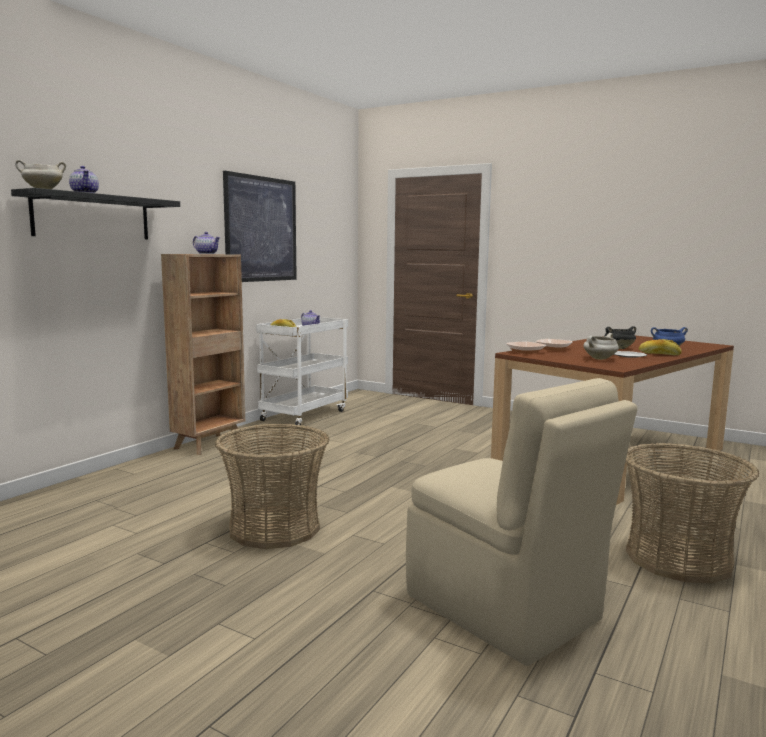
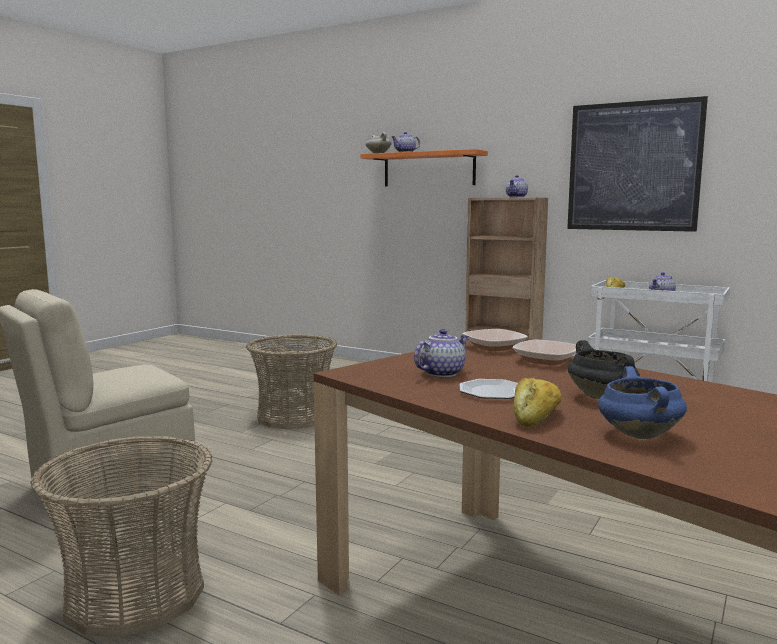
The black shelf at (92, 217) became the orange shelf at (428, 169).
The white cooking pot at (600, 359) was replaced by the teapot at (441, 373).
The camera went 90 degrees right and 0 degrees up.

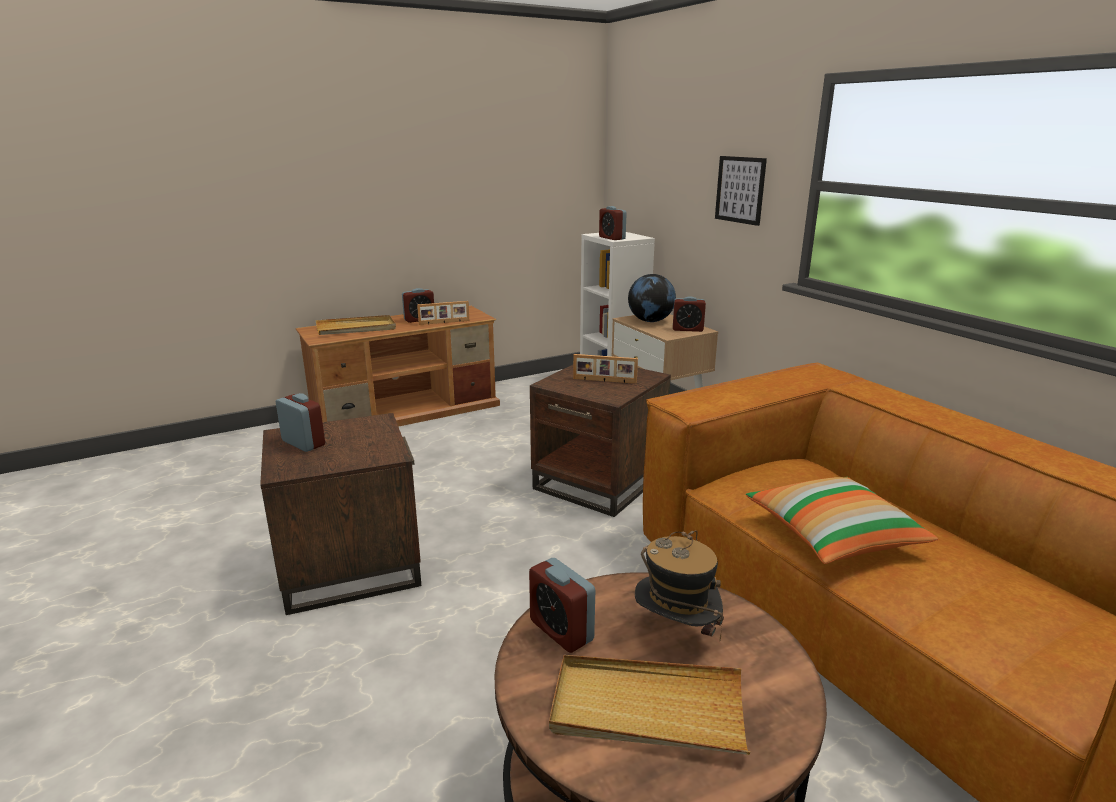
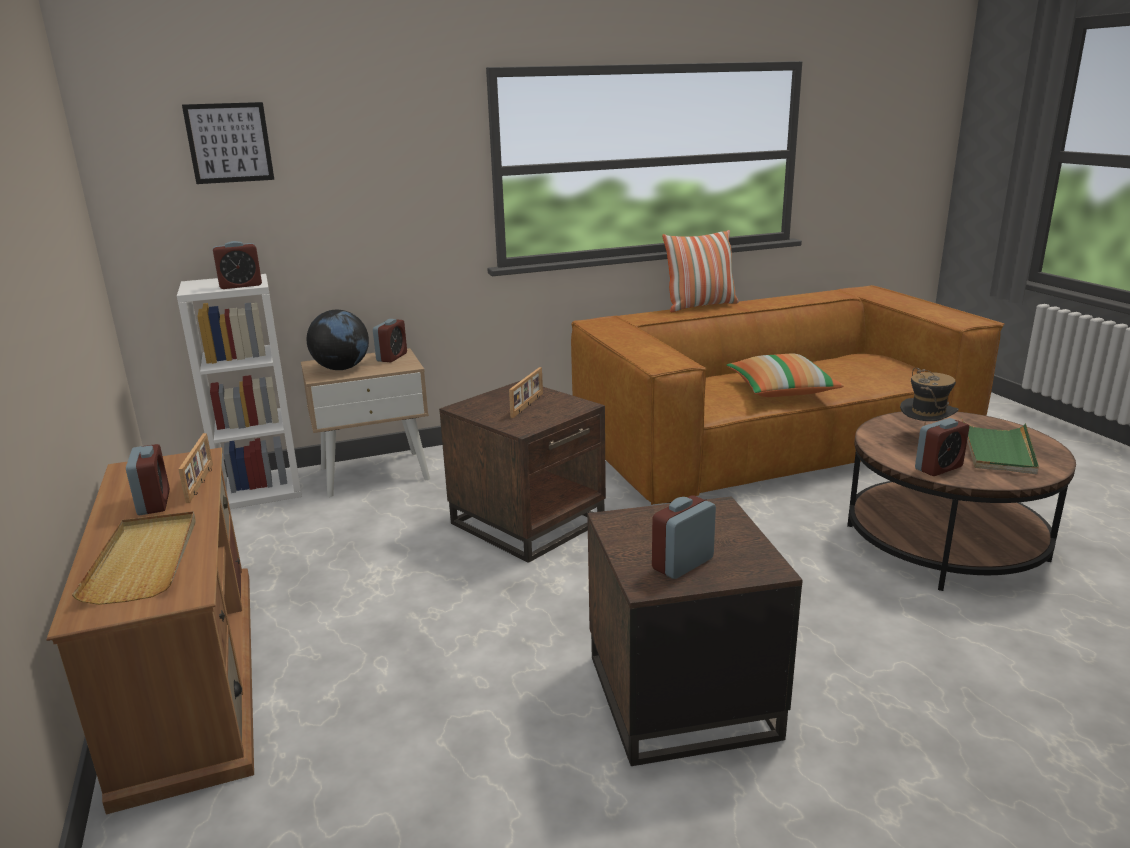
The picture moved from (740, 190) to (229, 143).
The beige tray at (647, 709) became the green tray at (998, 450).
The pillow at (700, 306) appeared.
The camera went 80 degrees left and 0 degrees up.

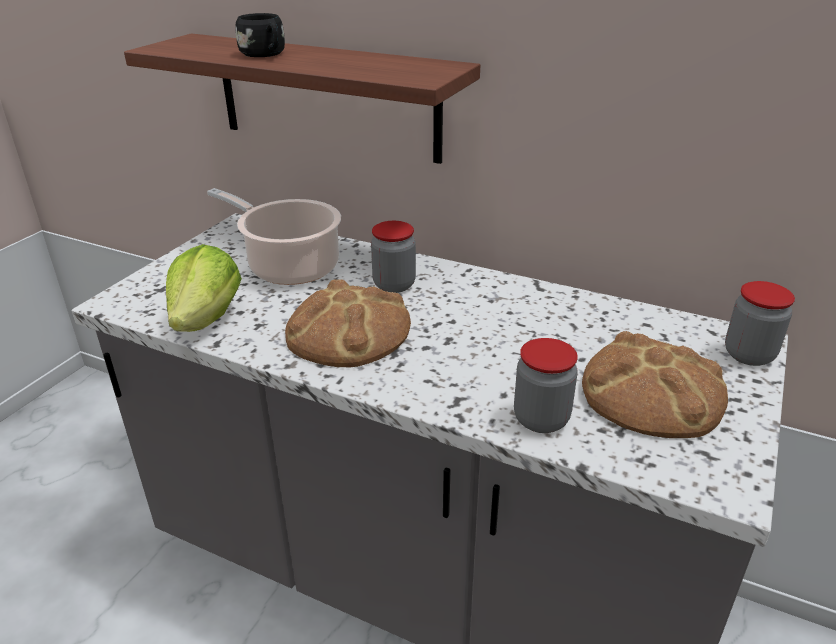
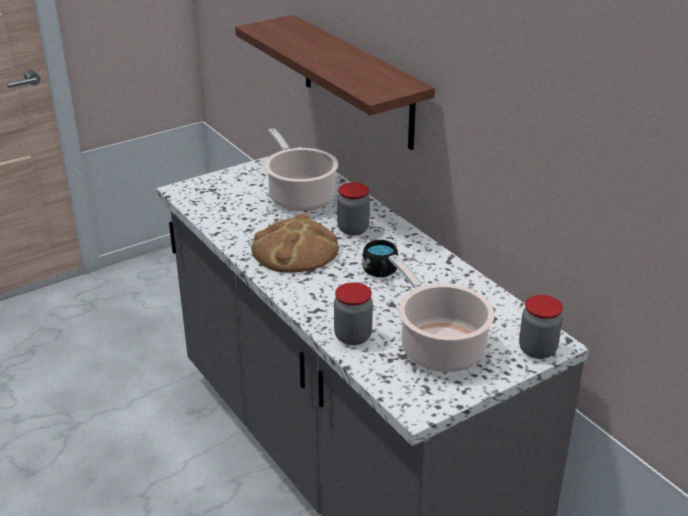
The black mug moved from (265, 54) to (380, 272).
The lettuce at (207, 318) disappeared.
The bread at (652, 392) was replaced by the cooking pot at (439, 347).
The camera went 30 degrees right and 0 degrees up.

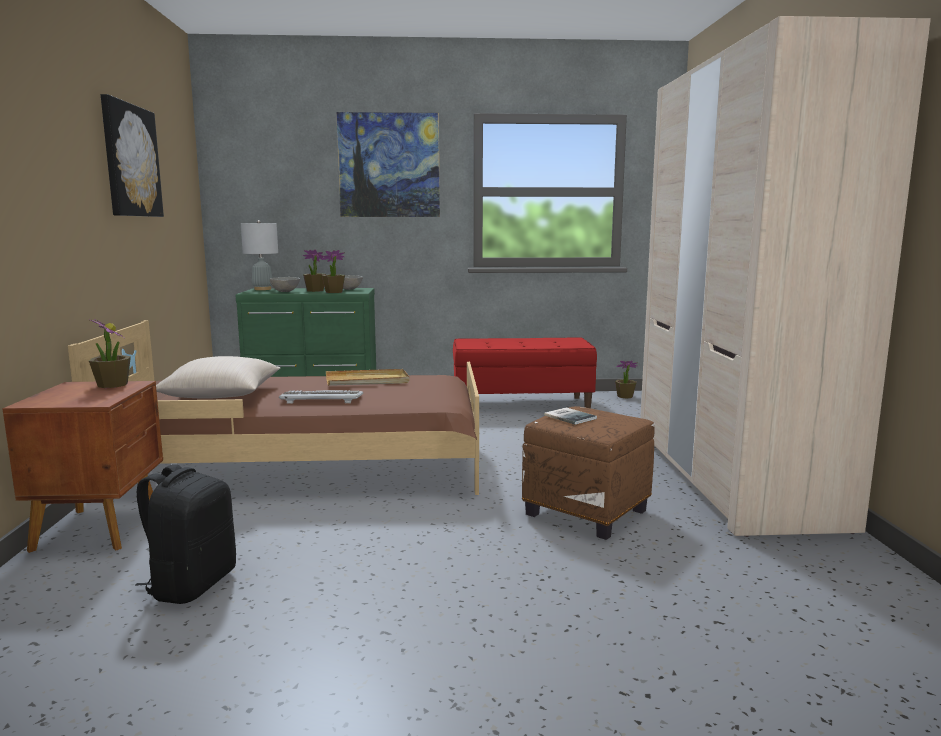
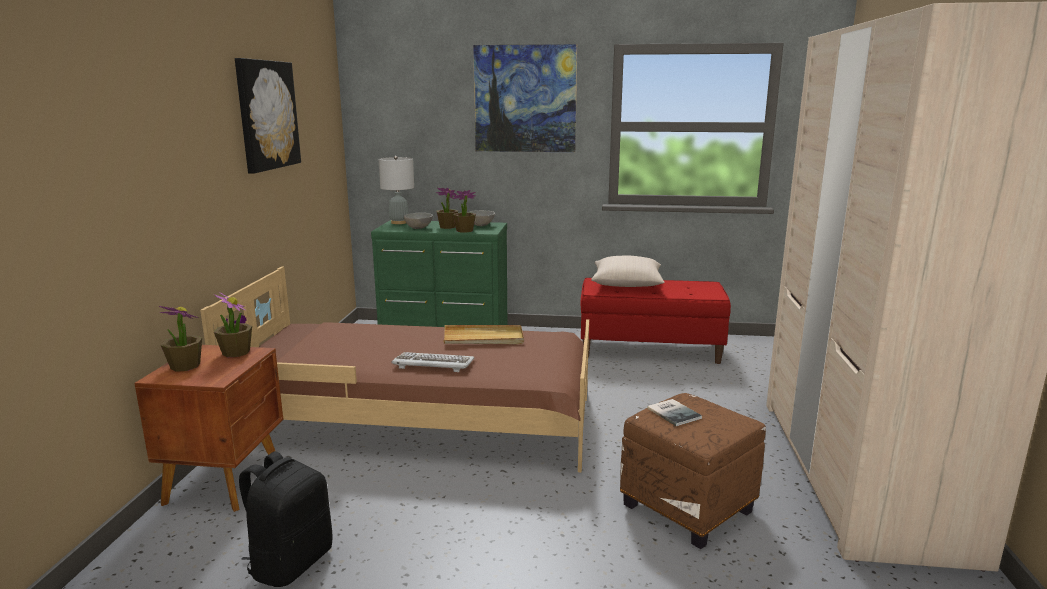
The beige pillow moved from (222, 396) to (626, 284).
The potted plant moved from (625, 396) to (185, 366).
The camera went 10 degrees right and 5 degrees up.

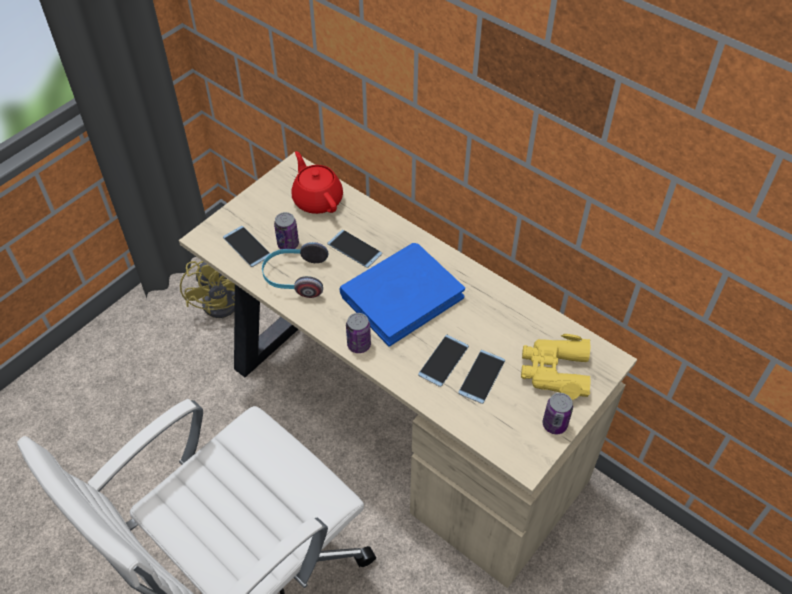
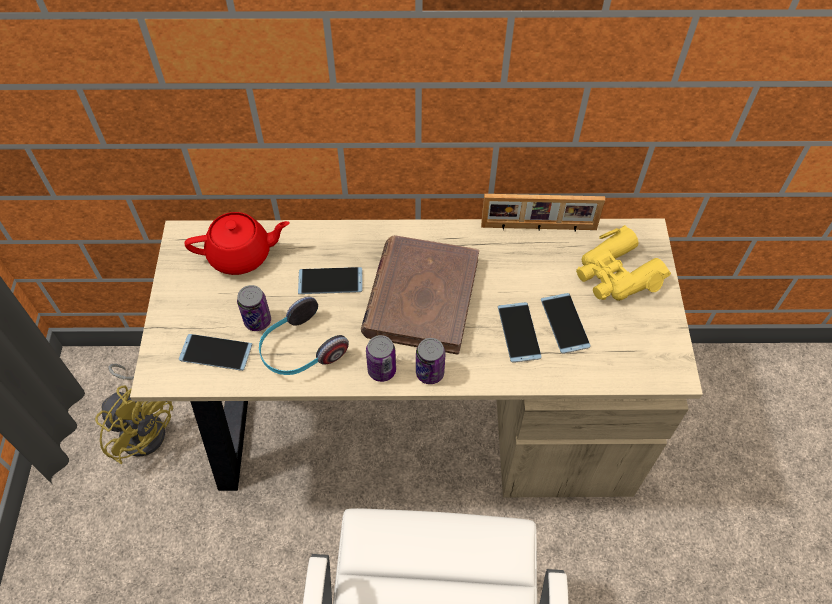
The red teapot at (317, 199) turned 150 degrees clockwise.
The blue book at (401, 296) became the brown book at (421, 297).
The can moved from (554, 424) to (382, 370).
The picture frame at (538, 228) appeared.
The camera went 40 degrees left and 5 degrees up.

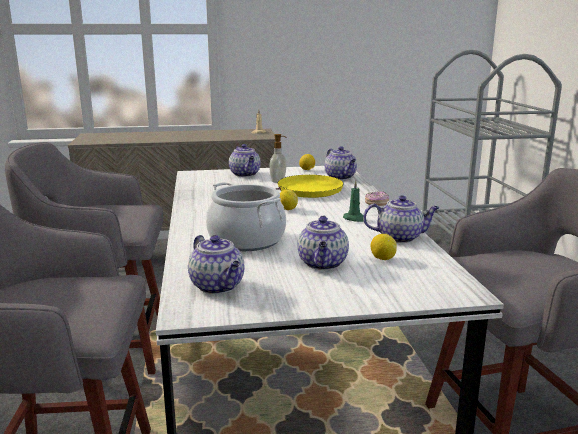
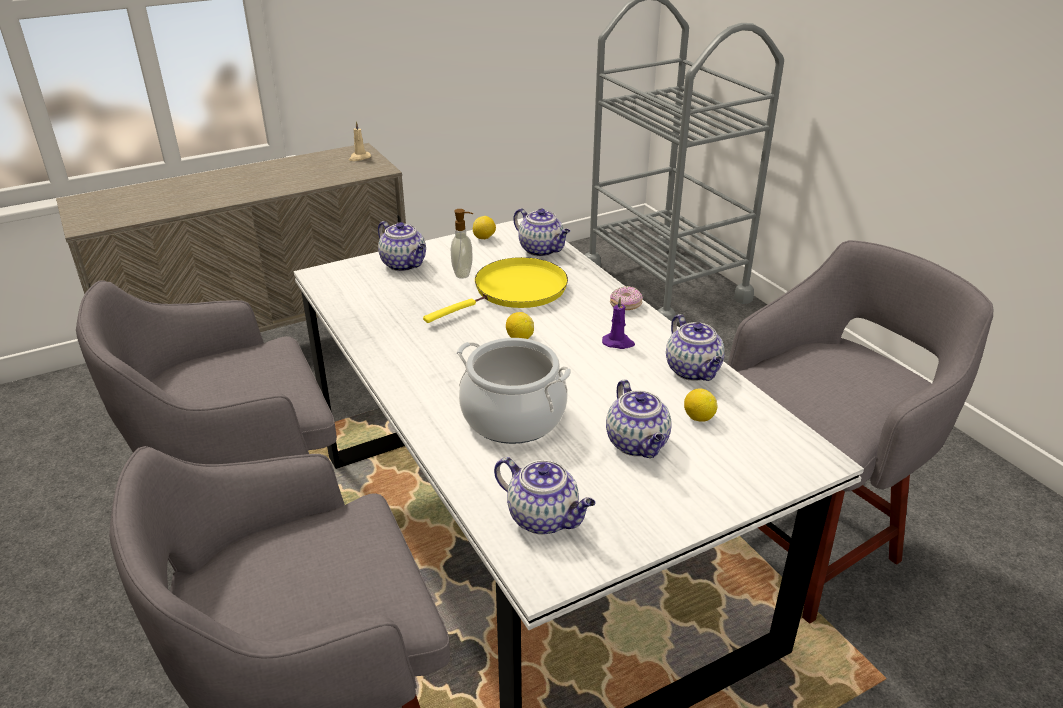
The green candle at (355, 219) became the purple candle at (618, 343).
The teapot at (400, 237) turned 90 degrees clockwise.
The camera went 20 degrees left and 15 degrees up.

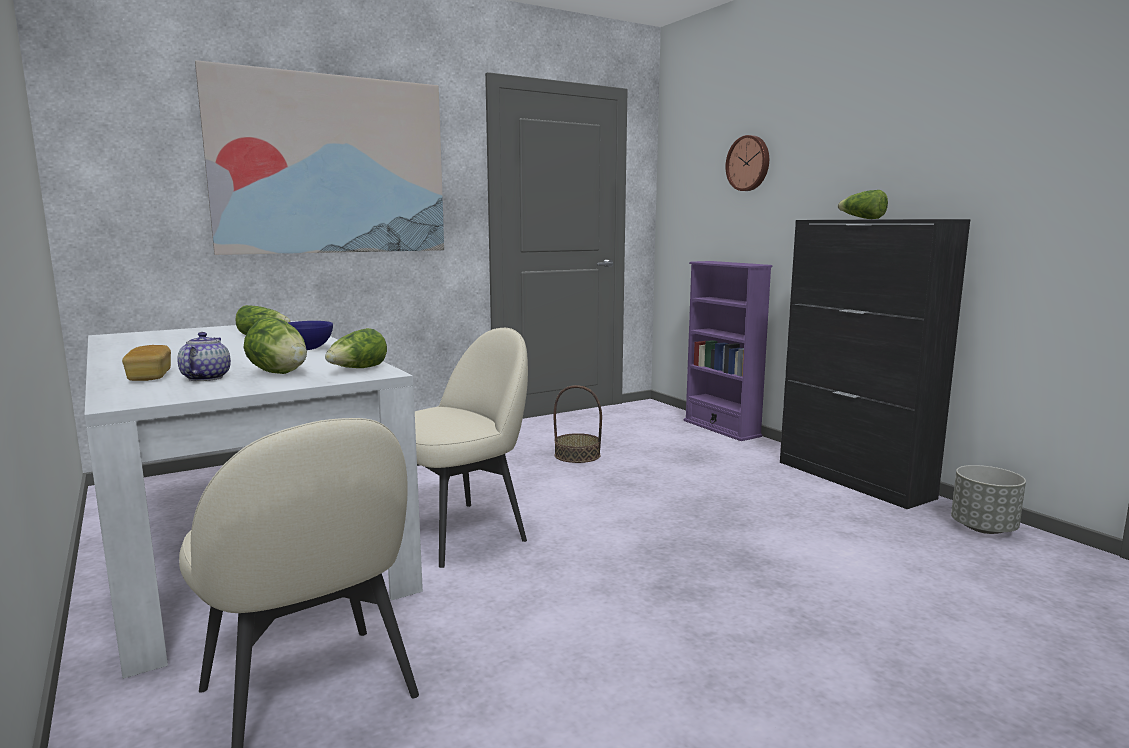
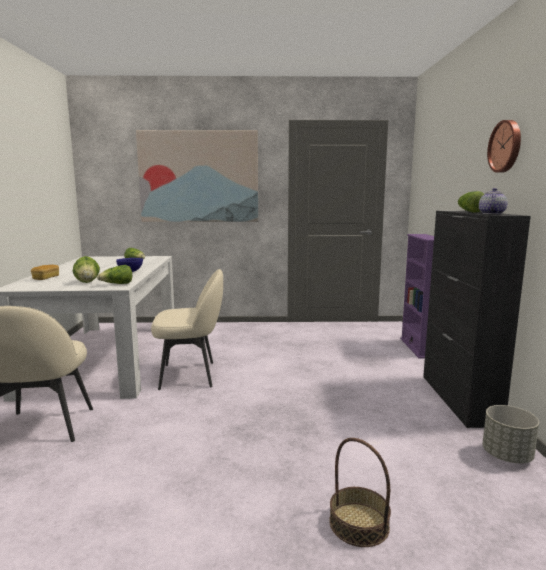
The wall clock moved from (749, 163) to (506, 146).
The teapot moved from (205, 378) to (491, 214).
The basket moved from (577, 455) to (359, 524).
The camera went 30 degrees right and 0 degrees up.

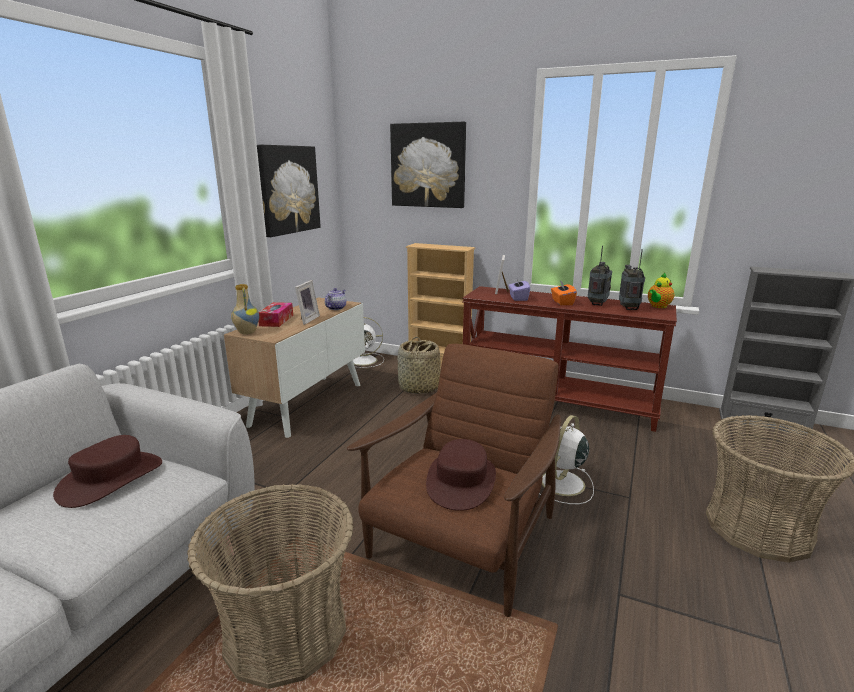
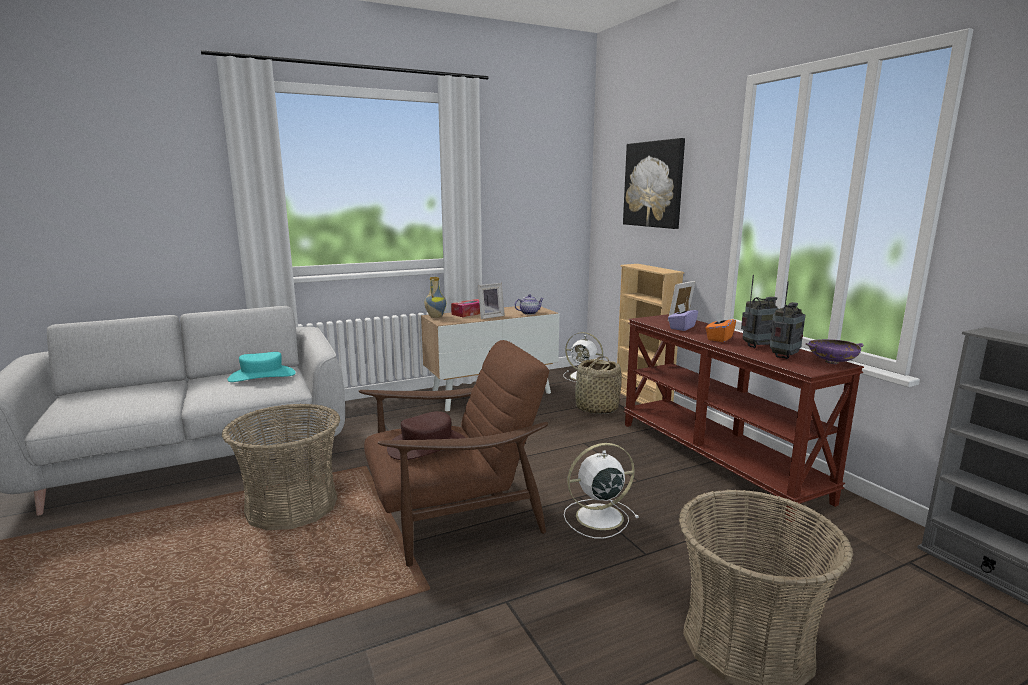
The picture at (289, 190) disappeared.
The teapot at (658, 306) was replaced by the purple bowl at (831, 362).
The brown hat at (111, 478) became the turquoise hat at (262, 376).
The camera went 40 degrees right and 5 degrees down.

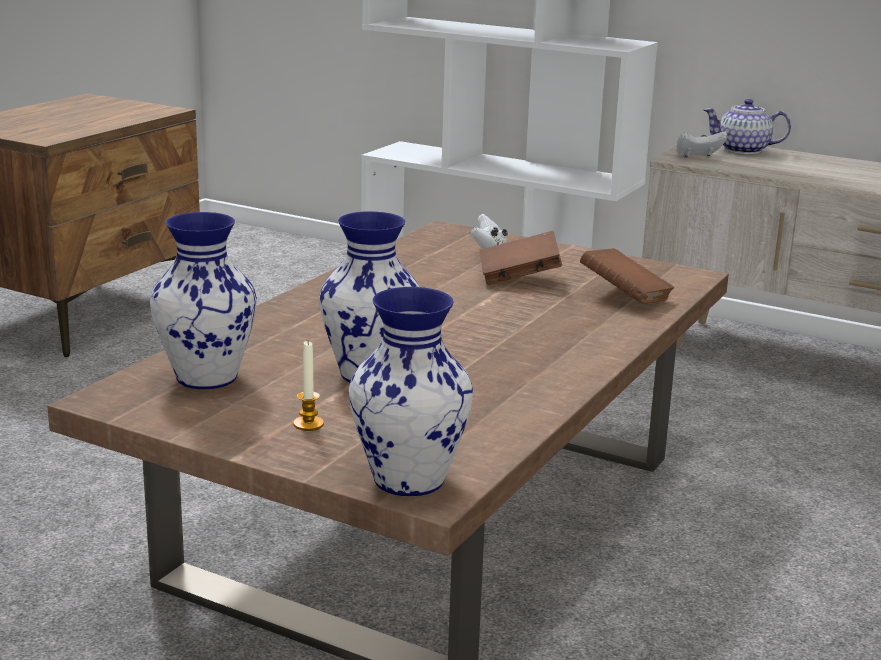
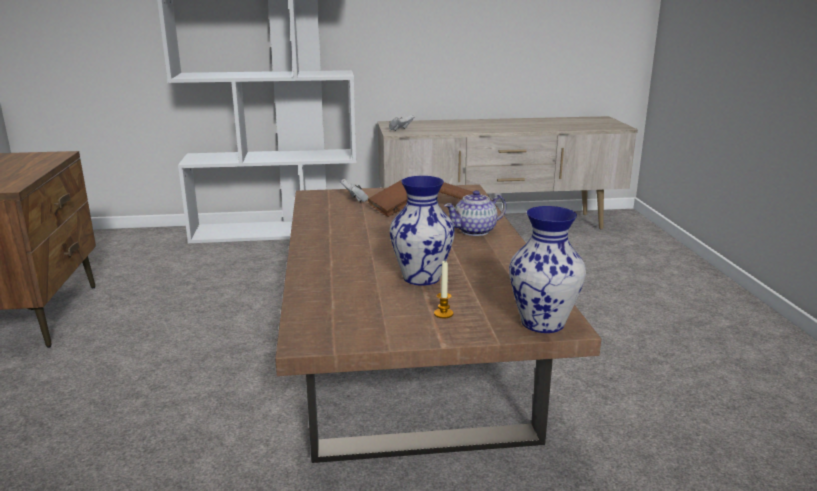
The teapot moved from (743, 150) to (475, 231).
The vase at (205, 377) disappeared.
The camera went 35 degrees left and 0 degrees up.

